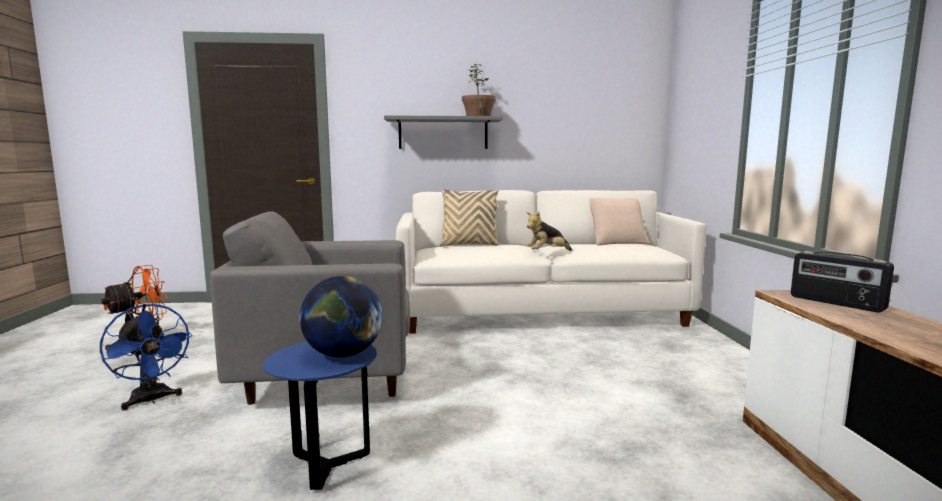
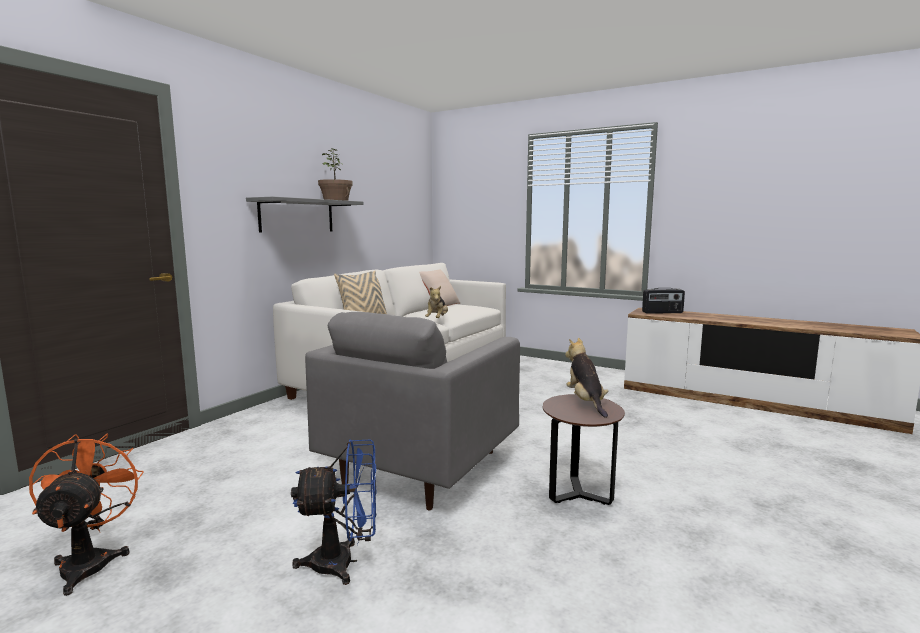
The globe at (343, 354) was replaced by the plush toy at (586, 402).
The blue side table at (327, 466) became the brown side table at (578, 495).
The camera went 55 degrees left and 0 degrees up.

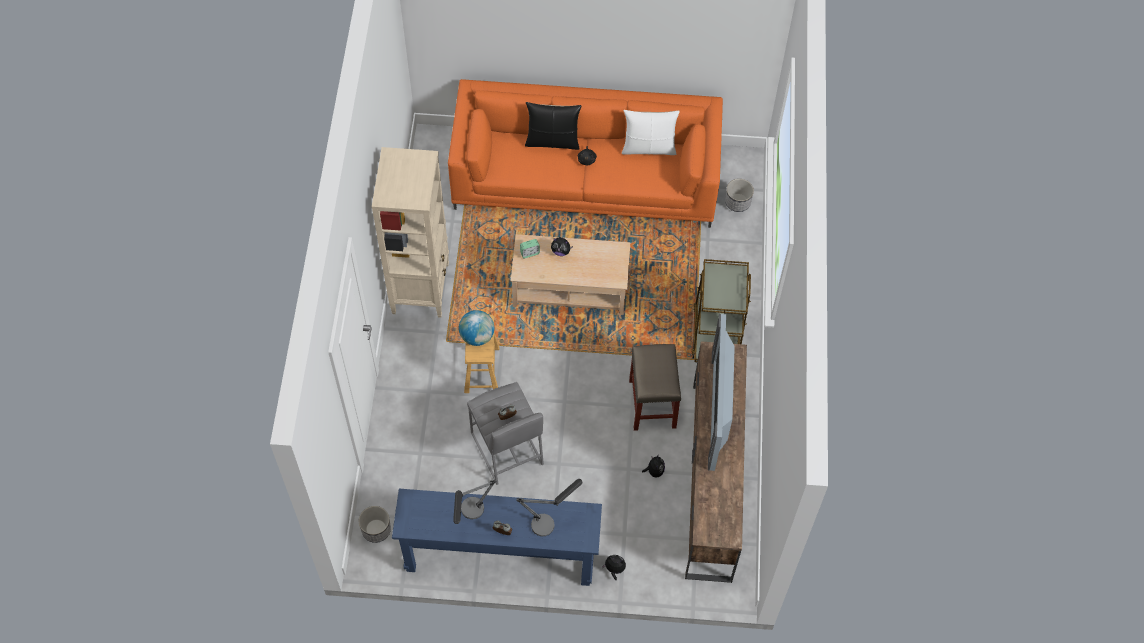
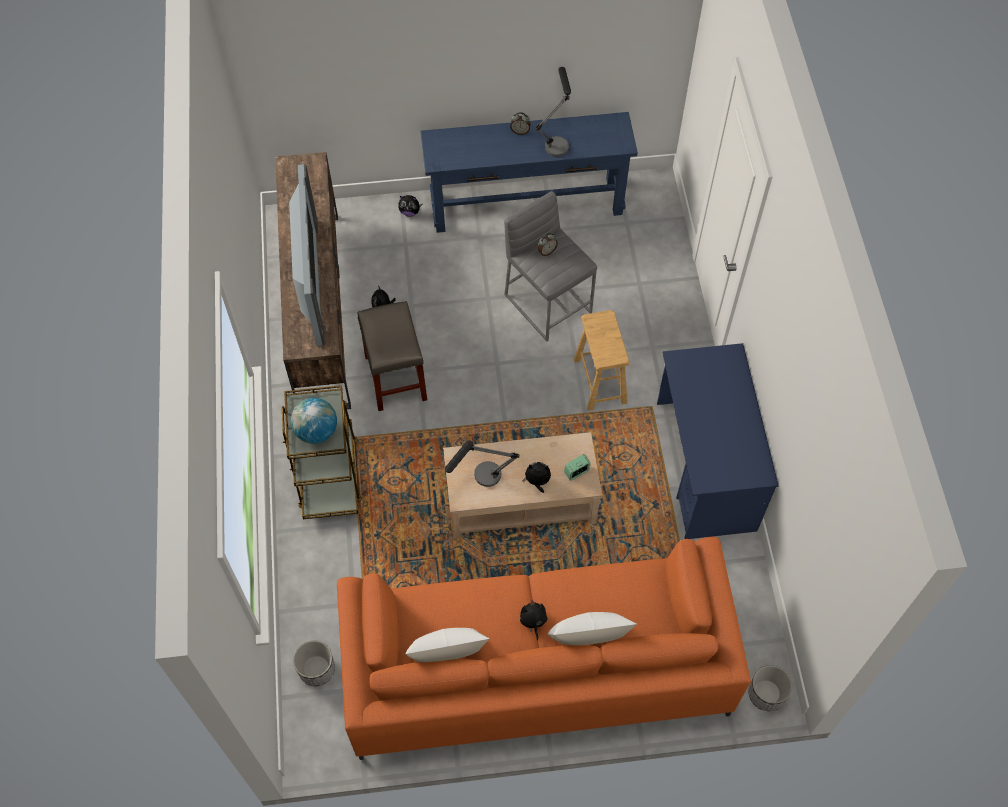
The black pillow at (552, 141) became the white pillow at (588, 640).
The beige bookcase at (421, 288) was replaced by the blue desk at (705, 466).
The globe moved from (477, 336) to (316, 431).
The table lamp moved from (549, 521) to (481, 480).
The planter moved from (376, 530) to (766, 694).
The camera went 170 degrees right and 0 degrees up.

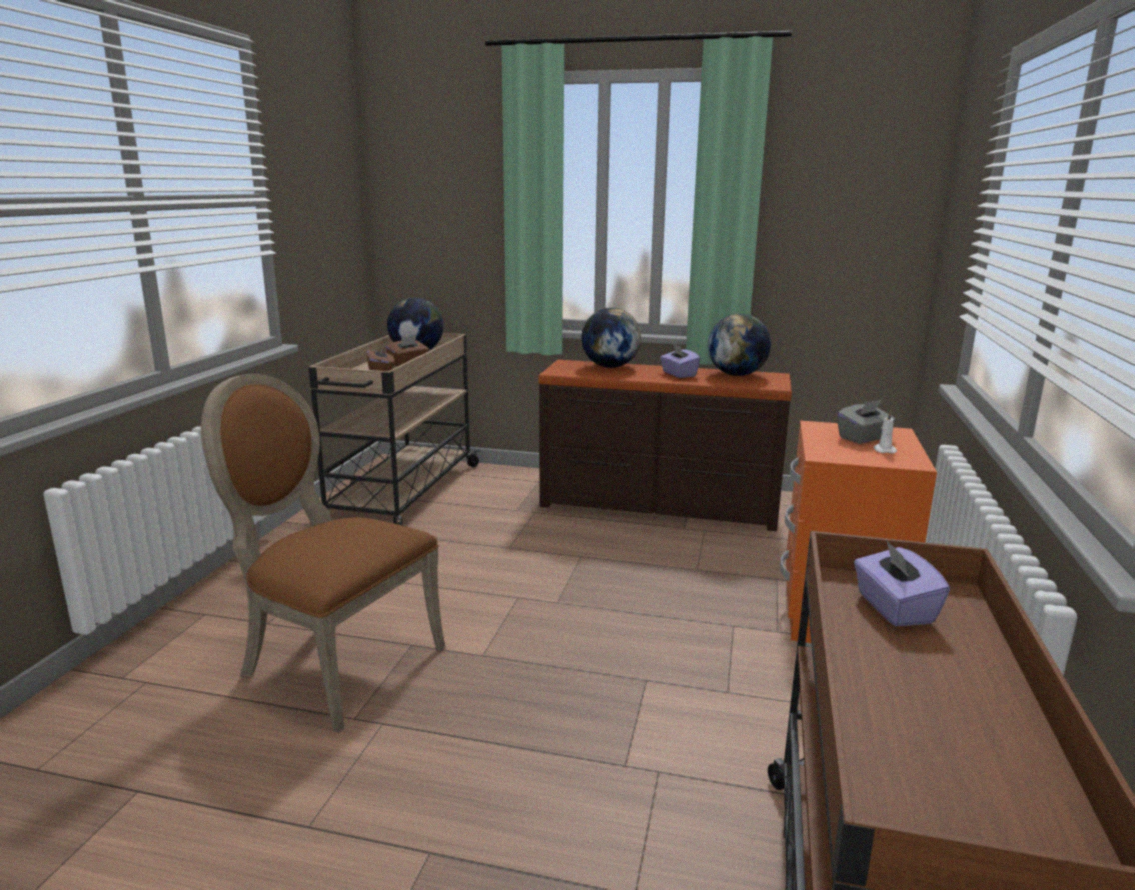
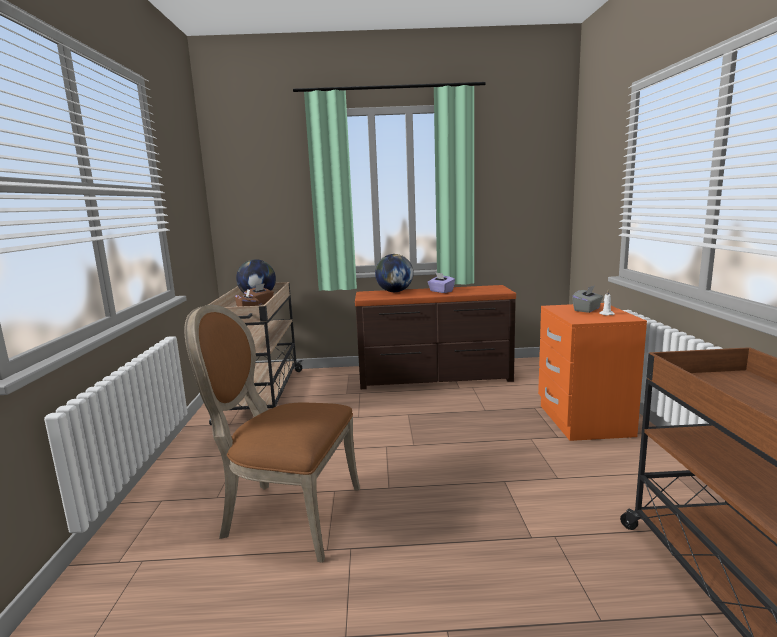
The globe at (736, 375) disappeared.
The purple tissue box at (893, 608) disappeared.
The camera went 15 degrees left and 5 degrees down.

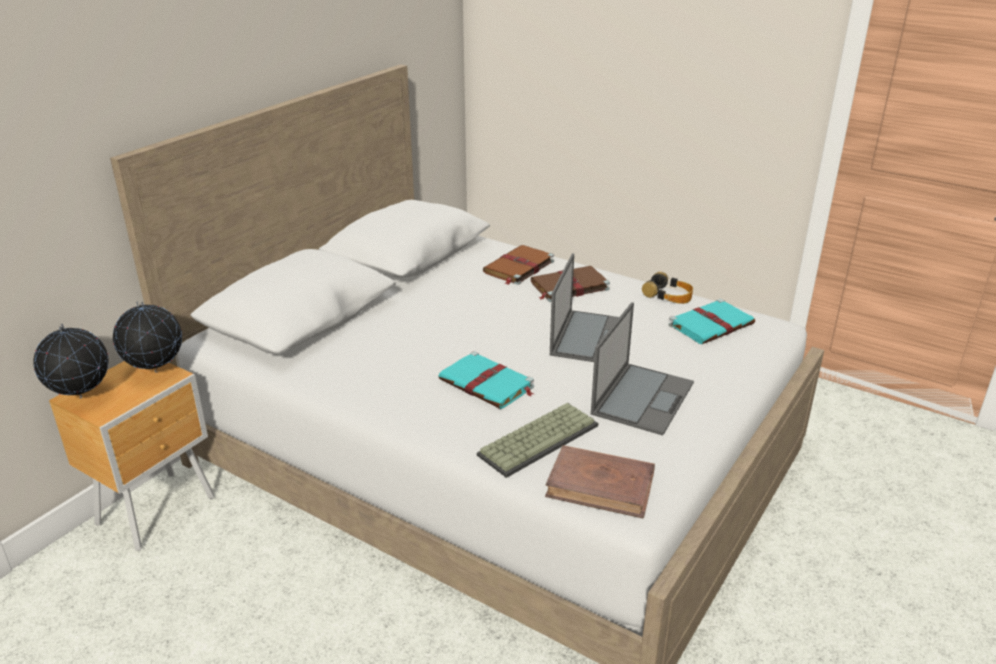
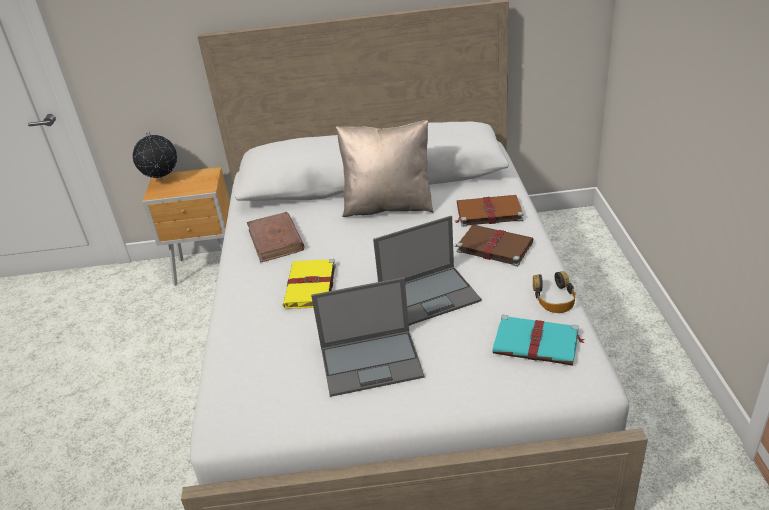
The globe at (156, 371) disappeared.
The turquoise book at (487, 384) became the yellow book at (310, 287).
The keyboard at (538, 439) disappeared.
The brown book moved from (601, 486) to (275, 240).
The beige pillow at (388, 206) appeared.
The camera went 55 degrees right and 5 degrees up.

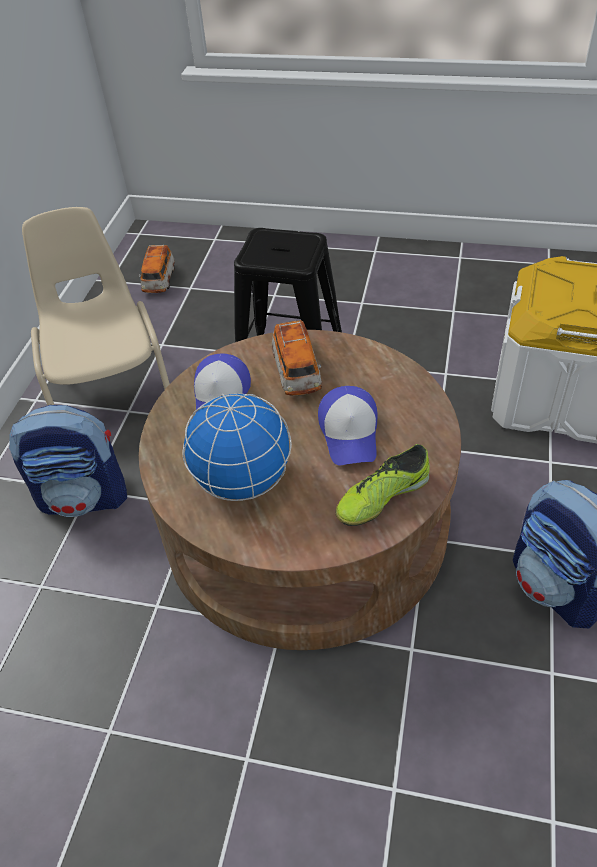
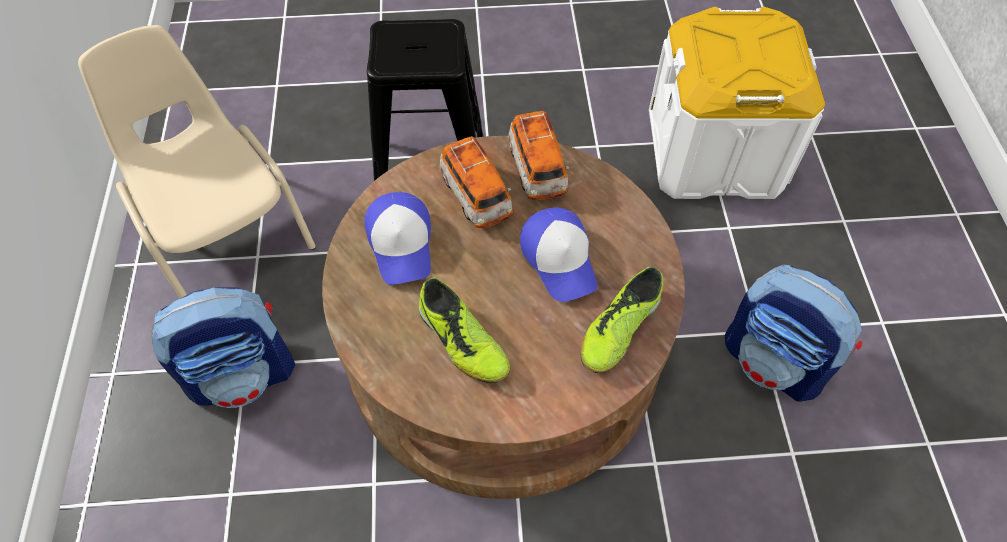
The toy car moved from (159, 281) to (537, 170).
The globe at (242, 480) was replaced by the shoe at (462, 341).
The camera went 20 degrees left and 10 degrees up.

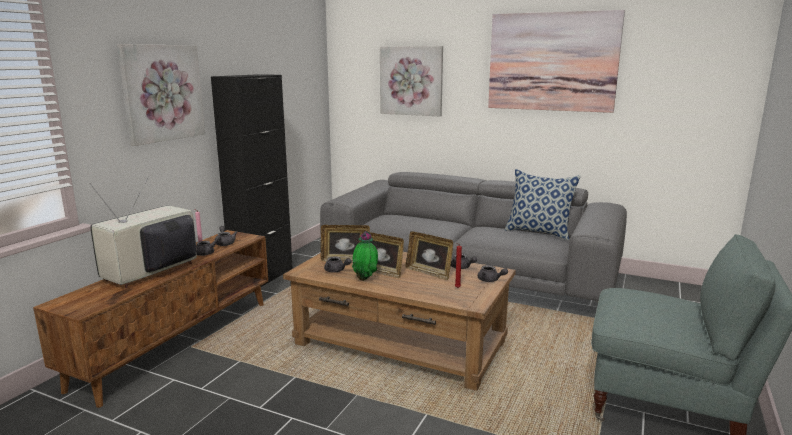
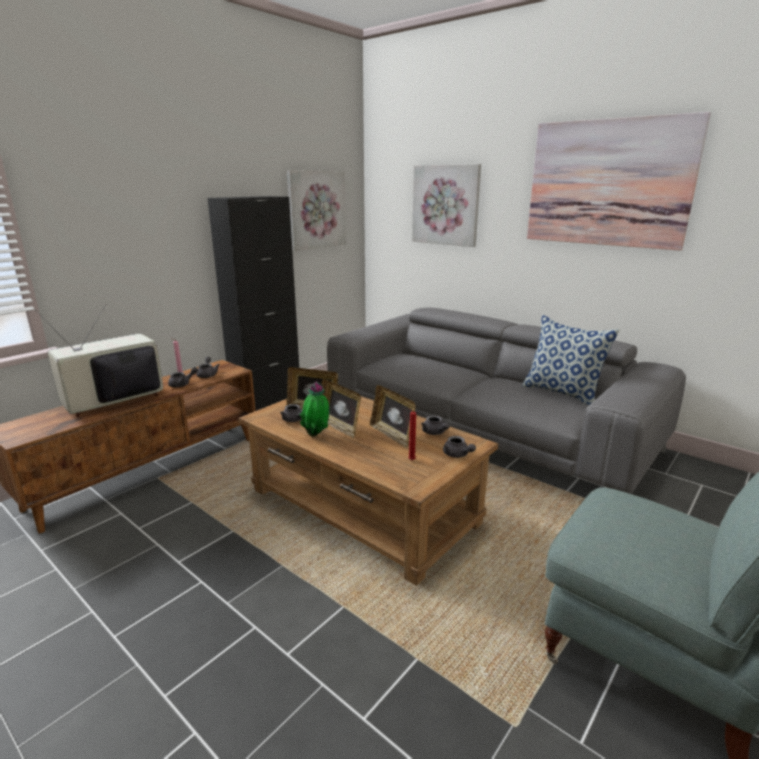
The picture moved from (162, 93) to (316, 210).
The camera went 15 degrees right and 5 degrees up.

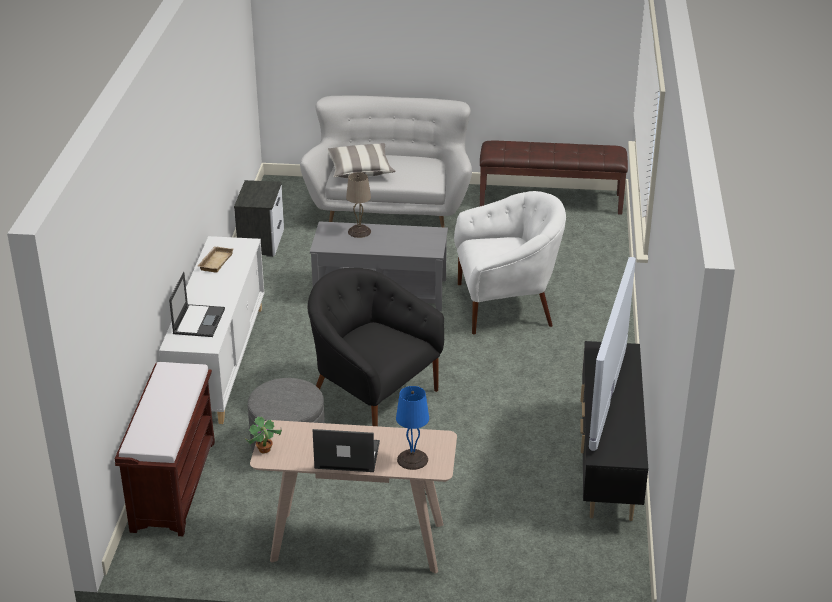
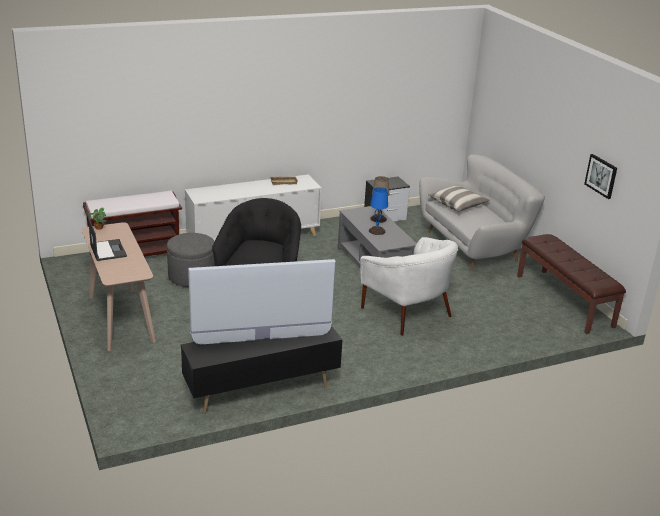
The laptop at (199, 321) disappeared.
The blue table lamp moved from (413, 459) to (377, 231).
The picture at (601, 176) appeared.
The camera went 60 degrees right and 5 degrees down.

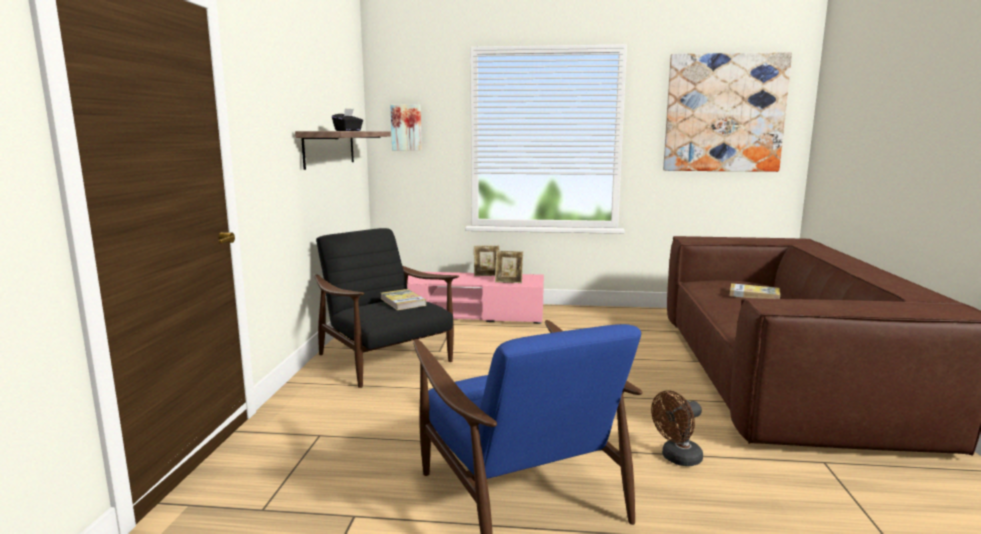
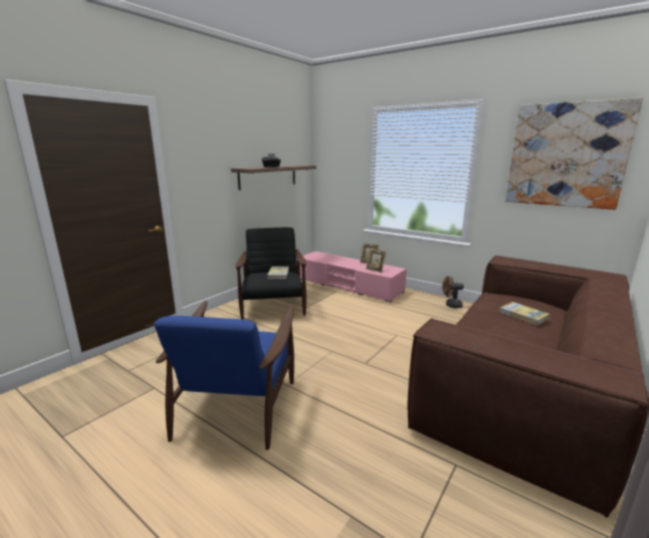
The picture at (406, 127) disappeared.
The brown fan moved from (677, 459) to (451, 305).
The camera went 30 degrees right and 5 degrees up.

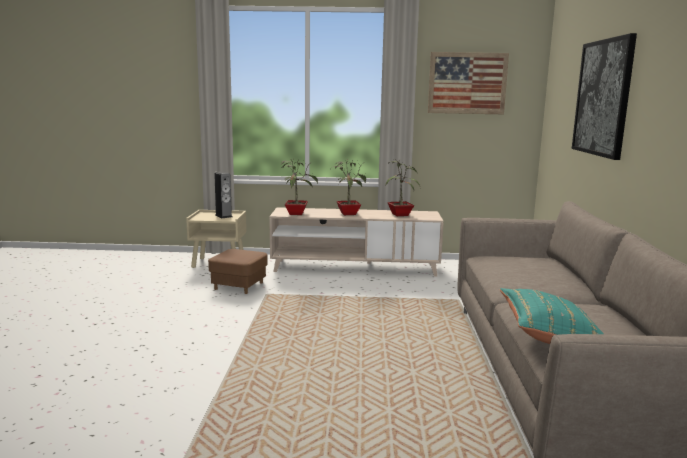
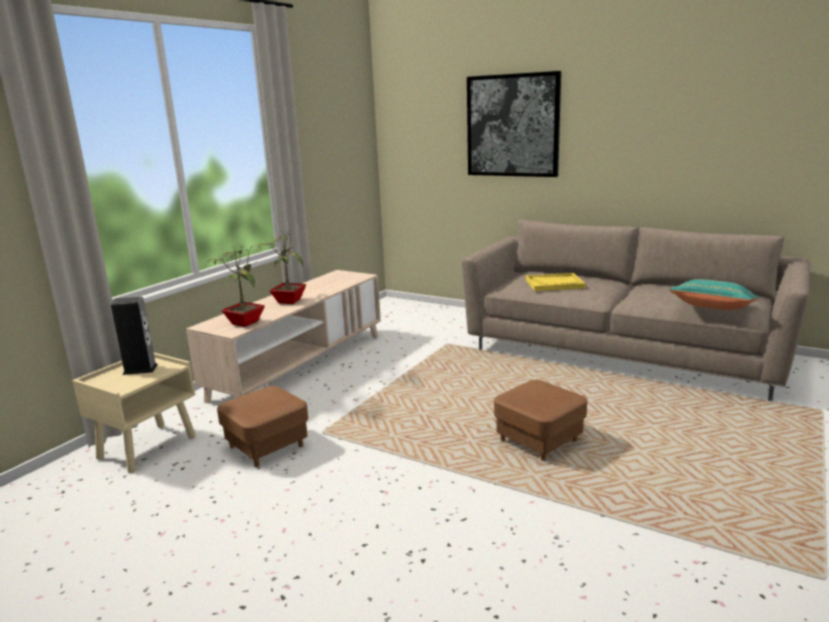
The picture at (467, 83) disappeared.
The potted plant at (401, 215) disappeared.
The yellow tray at (554, 284) appeared.
The brown ottoman at (539, 441) appeared.
The camera went 60 degrees left and 5 degrees up.

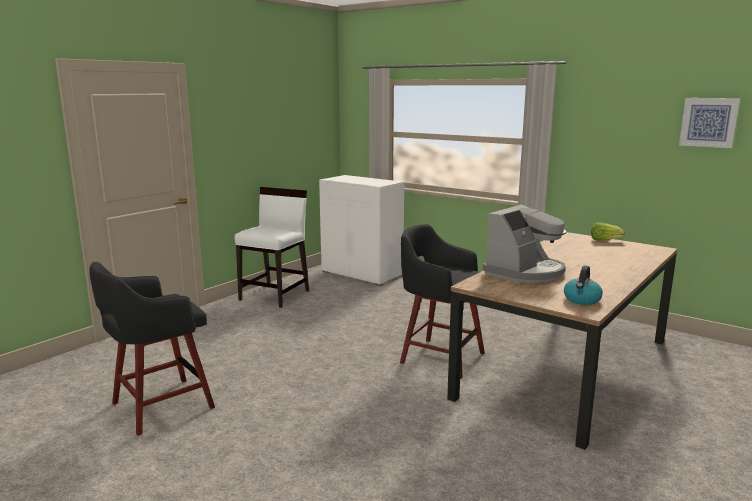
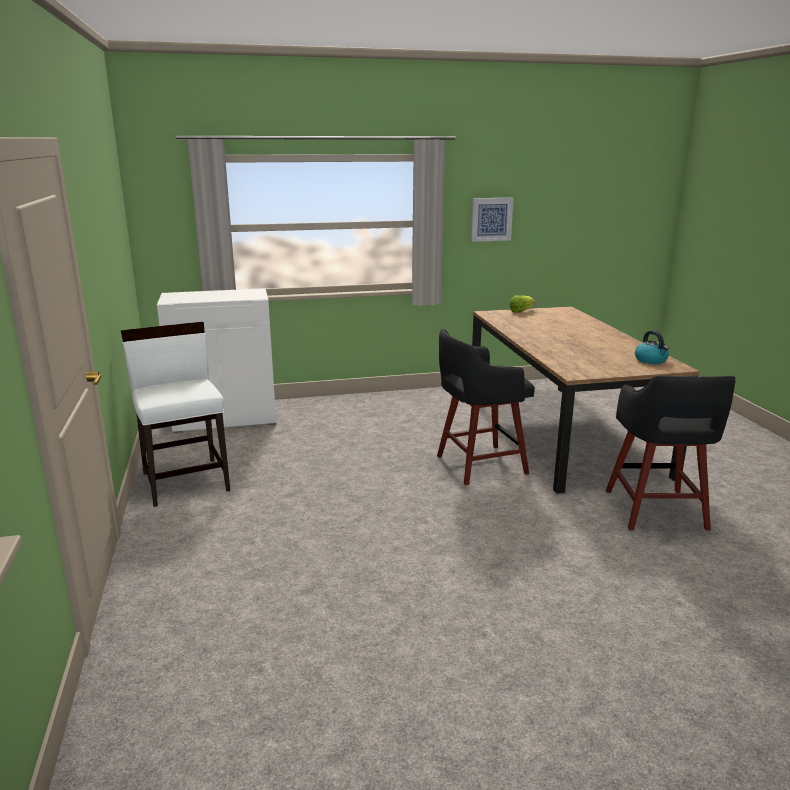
The picture moved from (708, 122) to (491, 219).
The coffee machine at (525, 272) disappeared.
The black stool moved from (159, 406) to (656, 511).
The camera went 50 degrees left and 5 degrees up.

